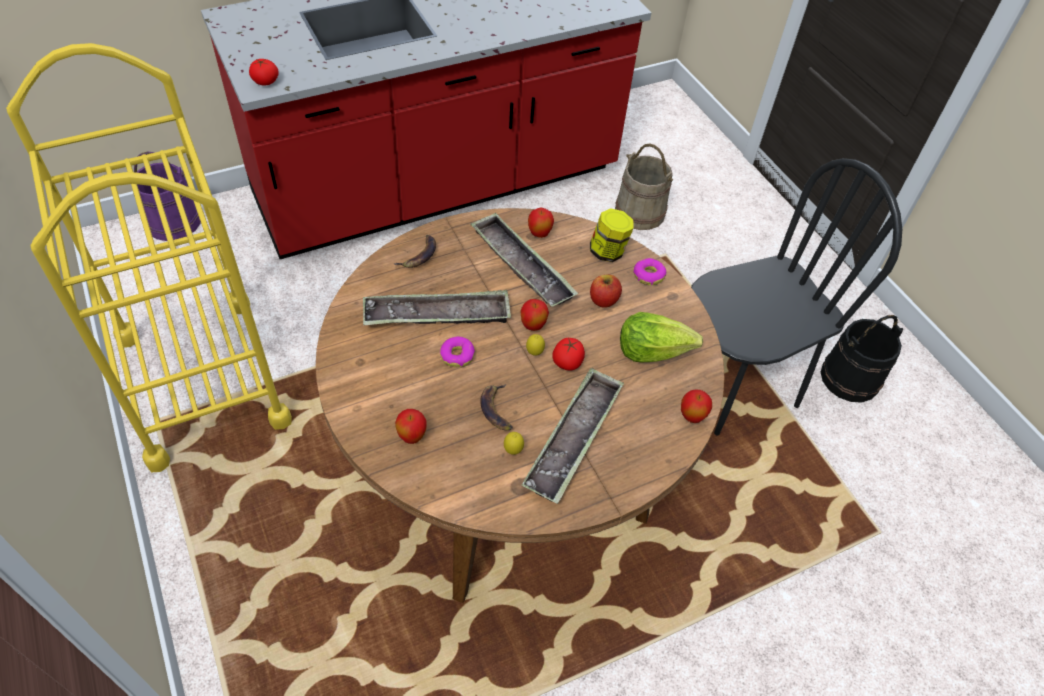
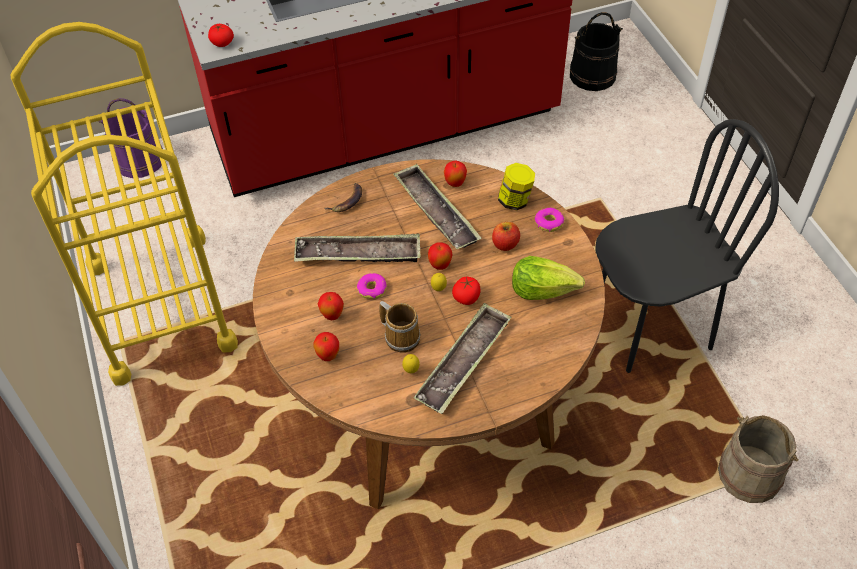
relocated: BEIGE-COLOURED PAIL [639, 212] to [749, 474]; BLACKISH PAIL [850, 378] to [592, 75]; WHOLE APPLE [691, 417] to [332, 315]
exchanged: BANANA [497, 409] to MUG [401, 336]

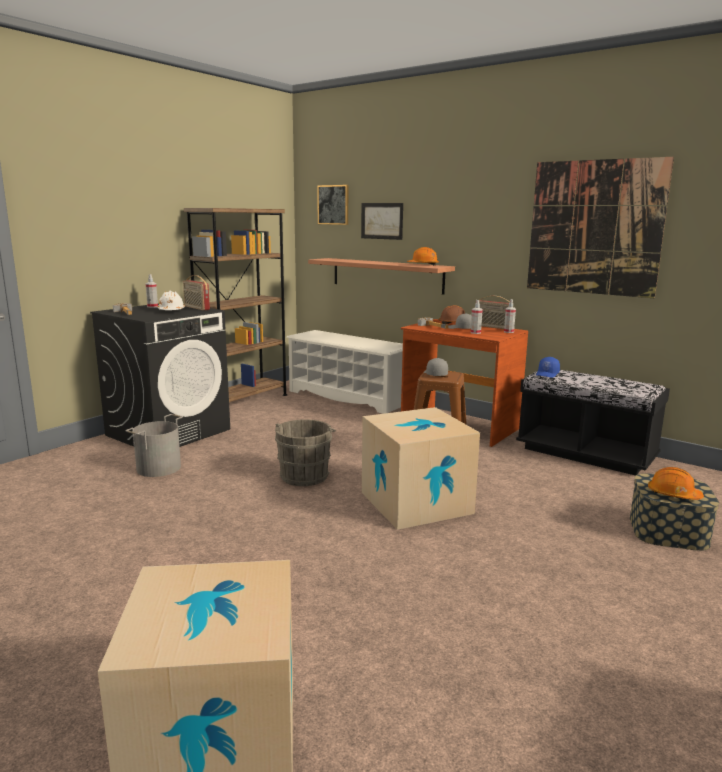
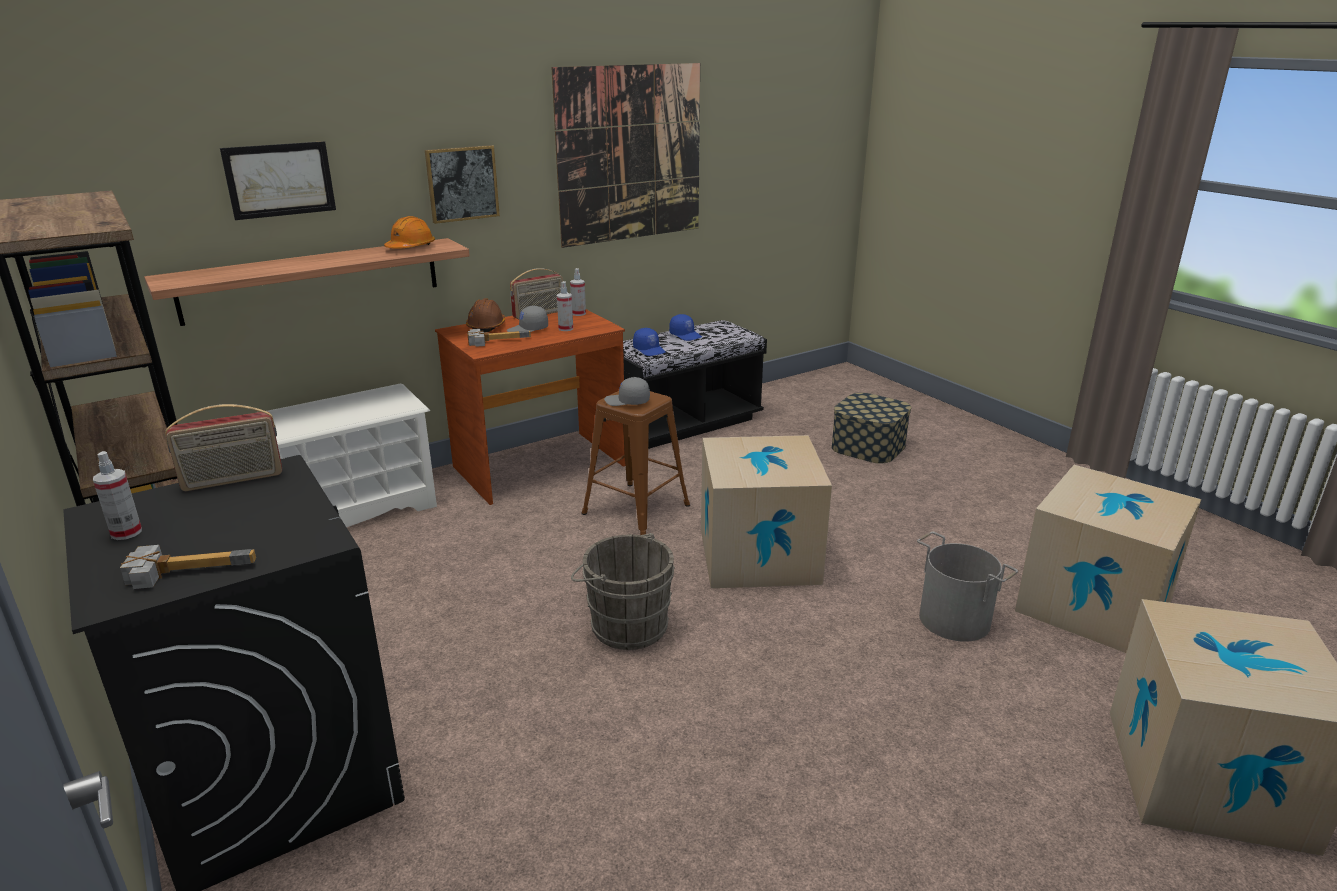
missing: WHITISH WORK HELMET [171, 311]; ORANGE-COLOURED WORK HELMET [673, 494]
appeared: BLUISH BASEBALL CAP [686, 335]; PACKING BOX [1093, 605]
relocated: PICTURE [333, 205] to [462, 183]; GRAY PAIL [158, 468] to [954, 620]

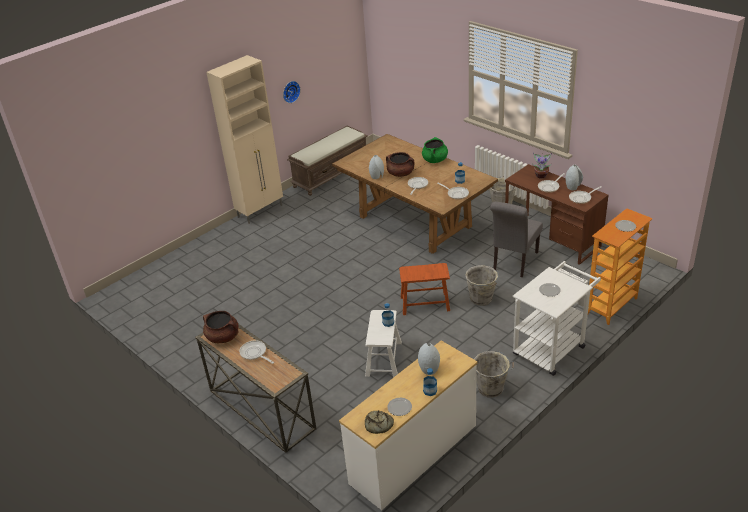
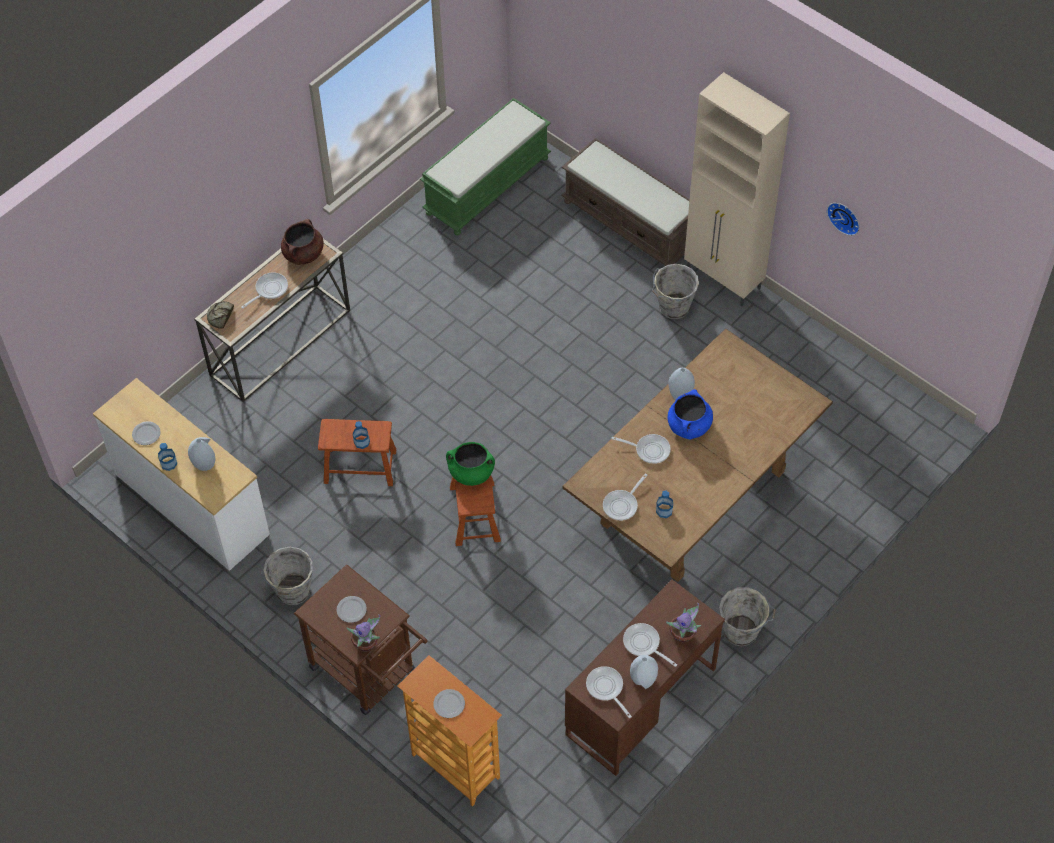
missing: GRAY PLAIN CHAIR [514, 263]
appeared: GREEN BENCH [487, 184]; POTTED PLANT [366, 644]
relocated: BROWN BENCH [331, 174] to [631, 224]; GREEN STOCKPOT [435, 160] to [471, 473]; GRAY PAIL [481, 299] to [673, 307]; BREAD [378, 425] to [220, 316]
colour: BROWN STOCKPOT [400, 173] to BLUISH STOCKPOT [689, 426]; WHITISH WHEELED CART [552, 347] to BROWN WHEELED CART [369, 673]; WHITISH STOOL [383, 359] to BROWN STOOL [360, 466]

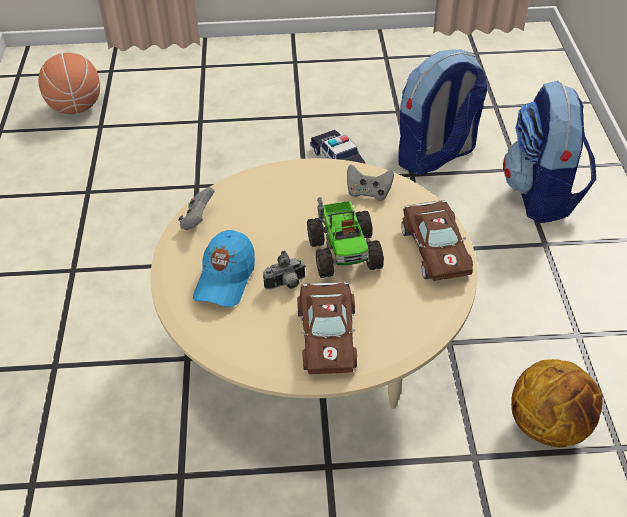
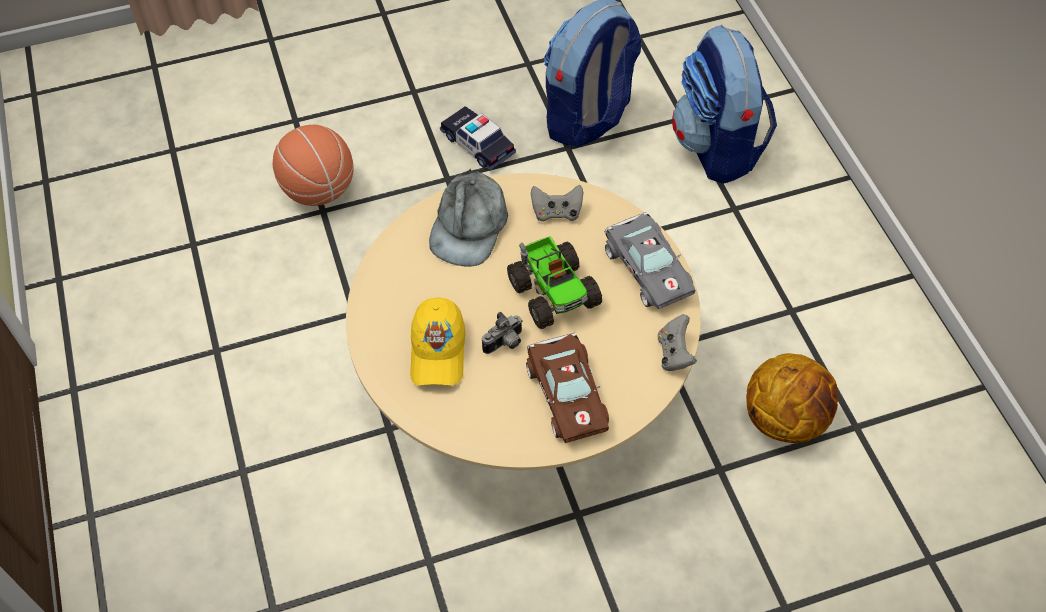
appeared: GRAY BASEBALL CAP [469, 225]
relocated: BALL FOR BASKETBALL [76, 107] to [319, 190]; GRAY GAMEPAD [197, 220] to [674, 353]
colour: BROWN MINIATURE CAR [435, 248] to GRAY MINIATURE CAR [646, 267]; BLUISH BASEBALL CAP [225, 279] to YELLOW BASEBALL CAP [438, 351]

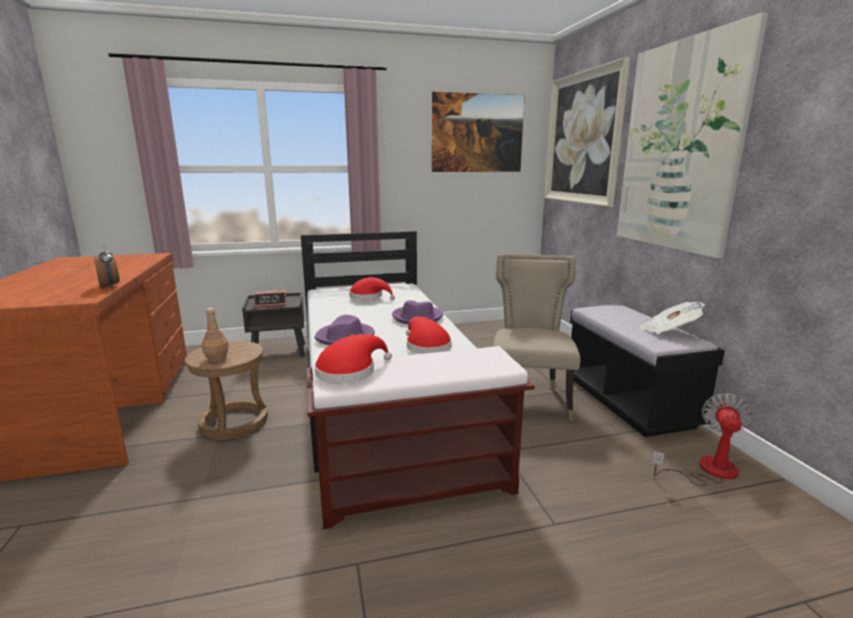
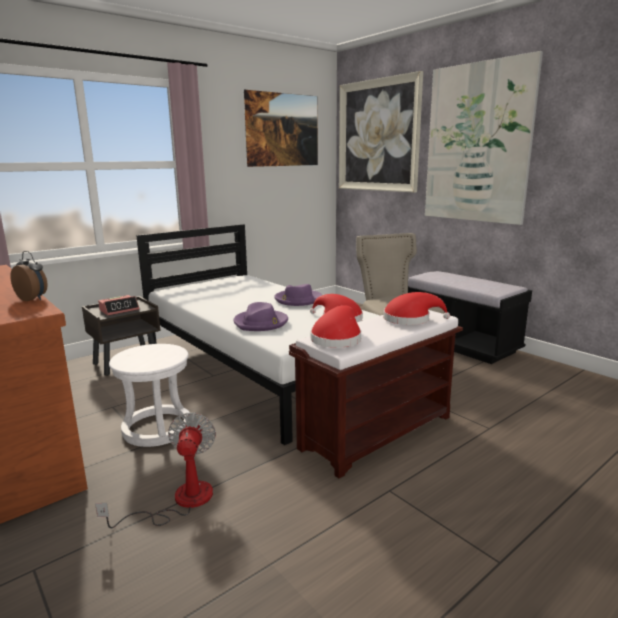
missing: PRINTED PAPER [669, 331]; BROWN DRINK BOTTLE [216, 358]
relocated: REDDISH WEARABLE HAT [369, 297] to [410, 319]; FAN [707, 470] to [180, 501]
colour: BROWN STOOL [234, 422] to WHITISH STOOL [158, 428]

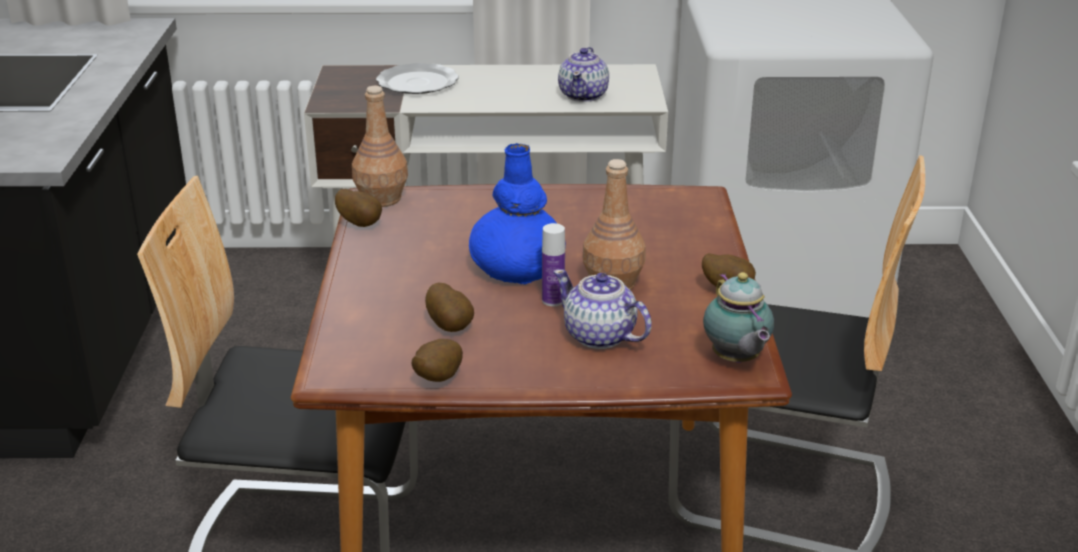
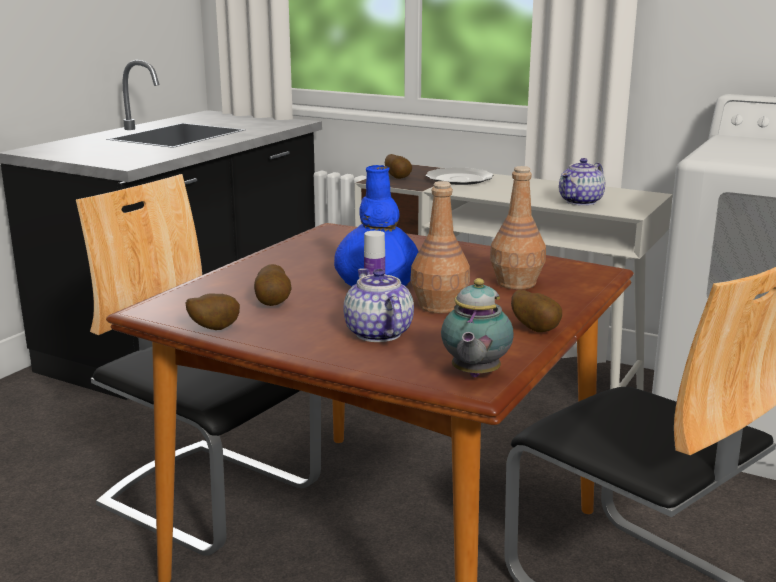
relocated: BROWN DRINK BOTTLE [382, 198] to [517, 283]; SPUD [361, 223] to [398, 178]

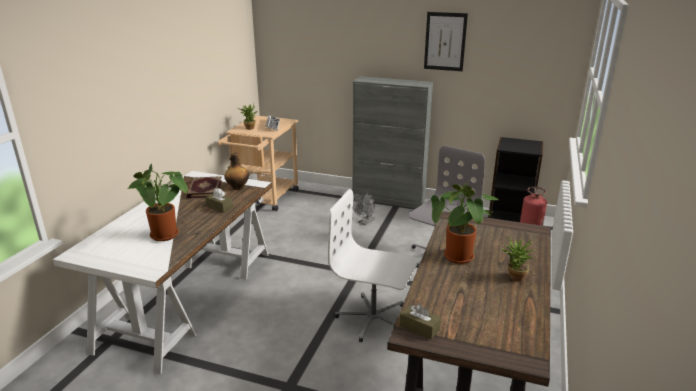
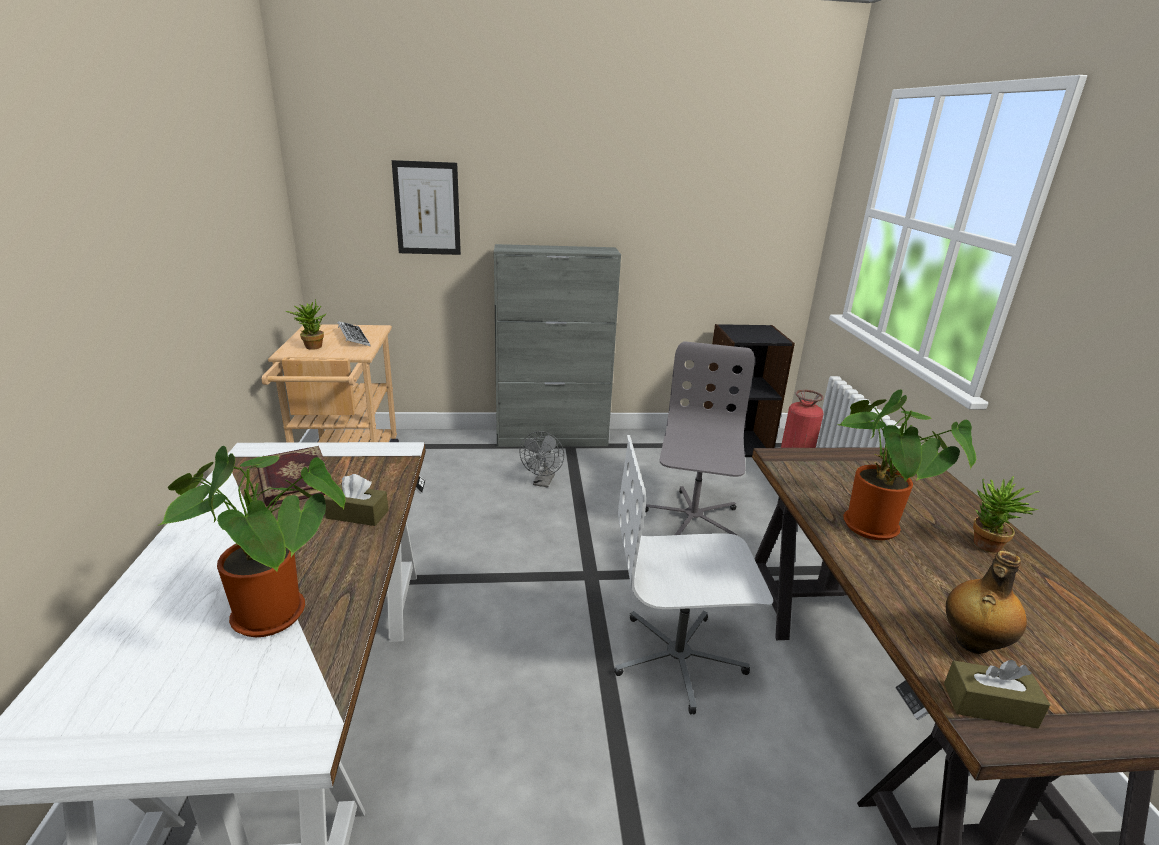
relocated: PICTURE [445, 41] to [427, 208]; DRINK BOTTLE [237, 188] to [971, 643]

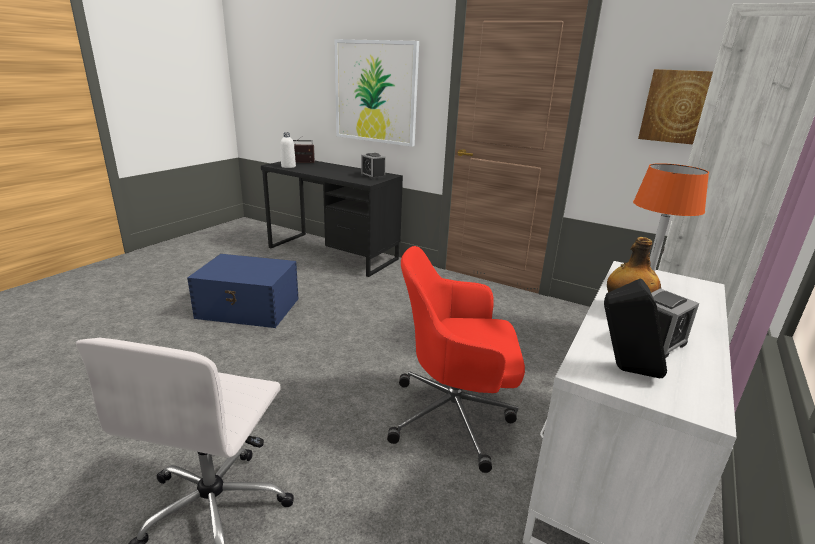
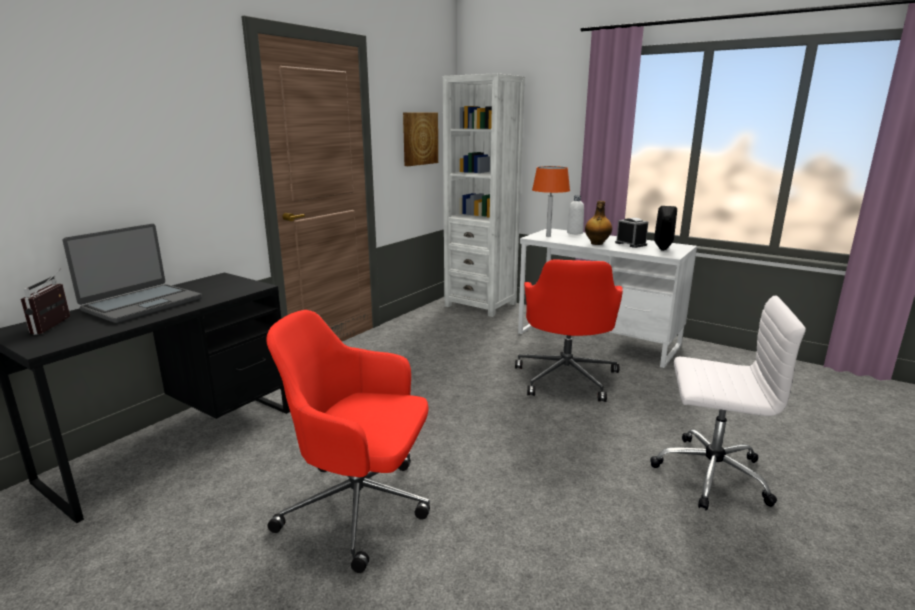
missing: PICTURE [375, 92]; TABLE CLOCK [373, 176]
appeared: PORTABLE COMPUTER [142, 304]
relocated: WHITISH DRINK BOTTLE [288, 166] to [575, 233]
exchanged: BLUISH STORAGE BOX [249, 308] to REDDISH DESK CHAIR [360, 508]

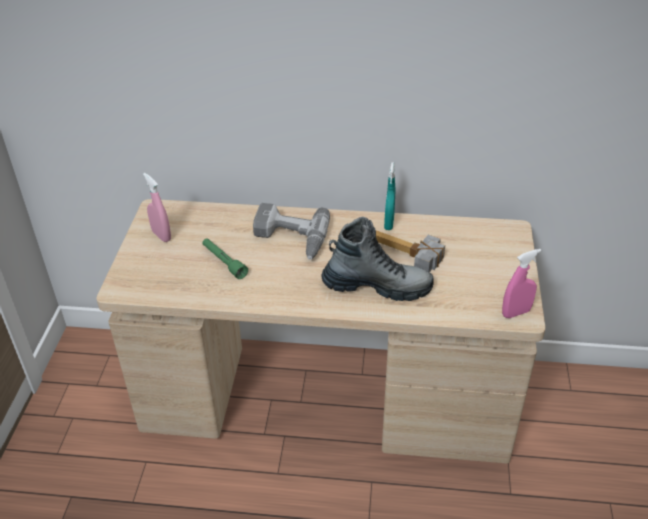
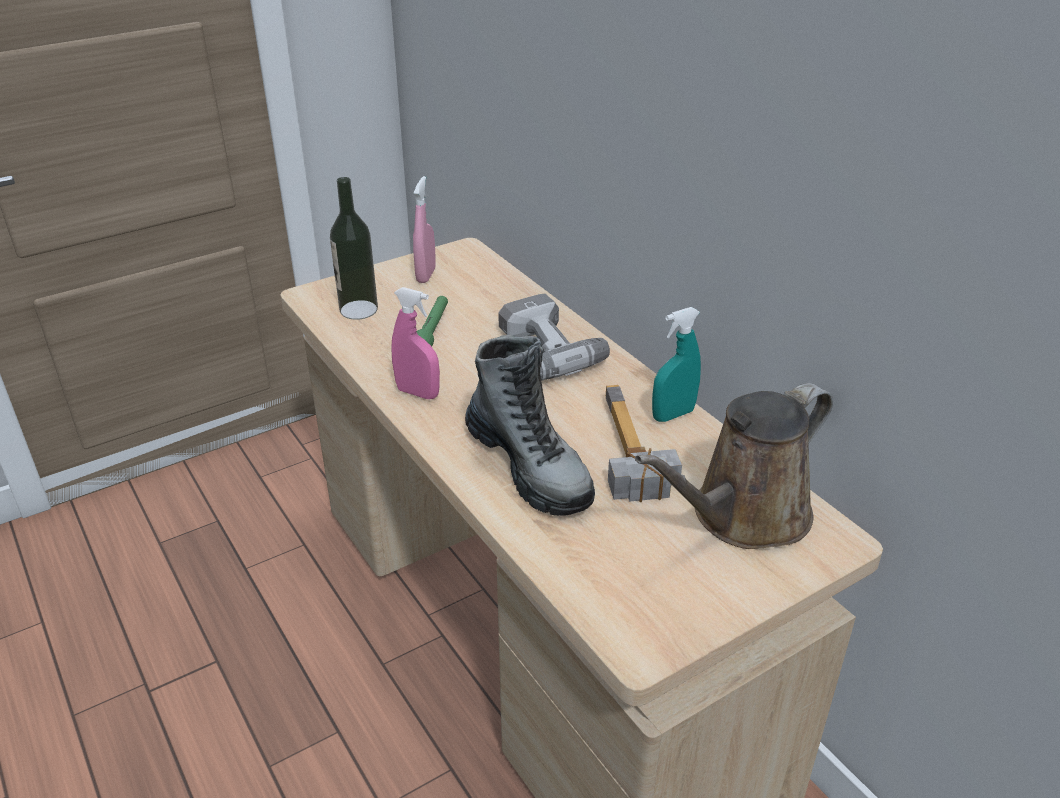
appeared: DRINK BOTTLE [358, 310]; BROWN SPRINKLING CAN [743, 516]
relocated: PINK SPRAYER [516, 313] to [418, 393]

